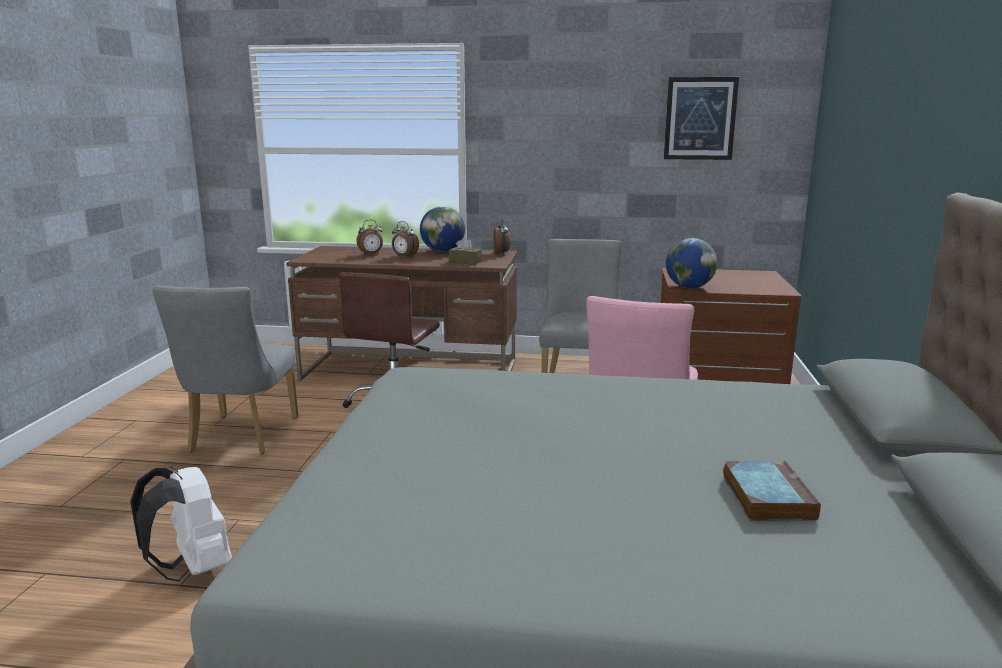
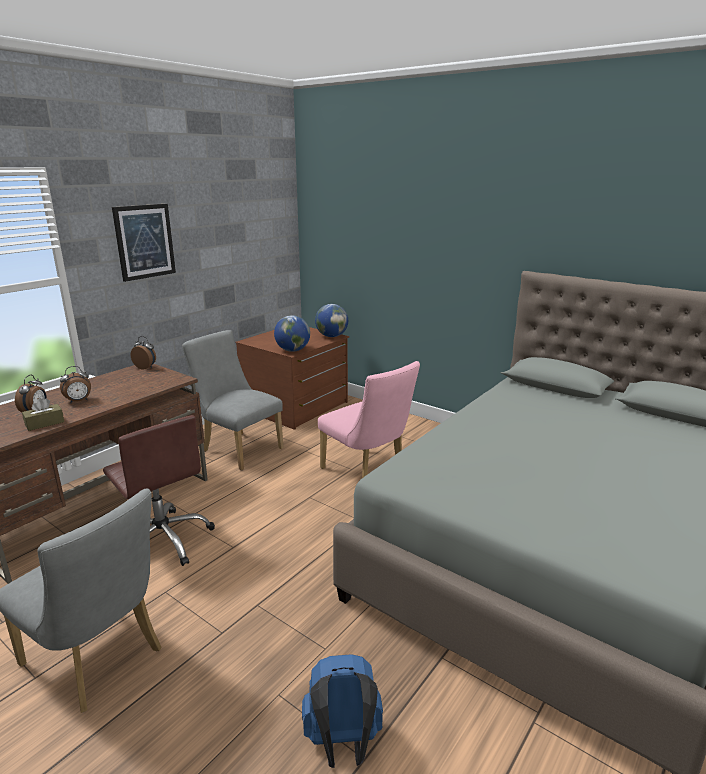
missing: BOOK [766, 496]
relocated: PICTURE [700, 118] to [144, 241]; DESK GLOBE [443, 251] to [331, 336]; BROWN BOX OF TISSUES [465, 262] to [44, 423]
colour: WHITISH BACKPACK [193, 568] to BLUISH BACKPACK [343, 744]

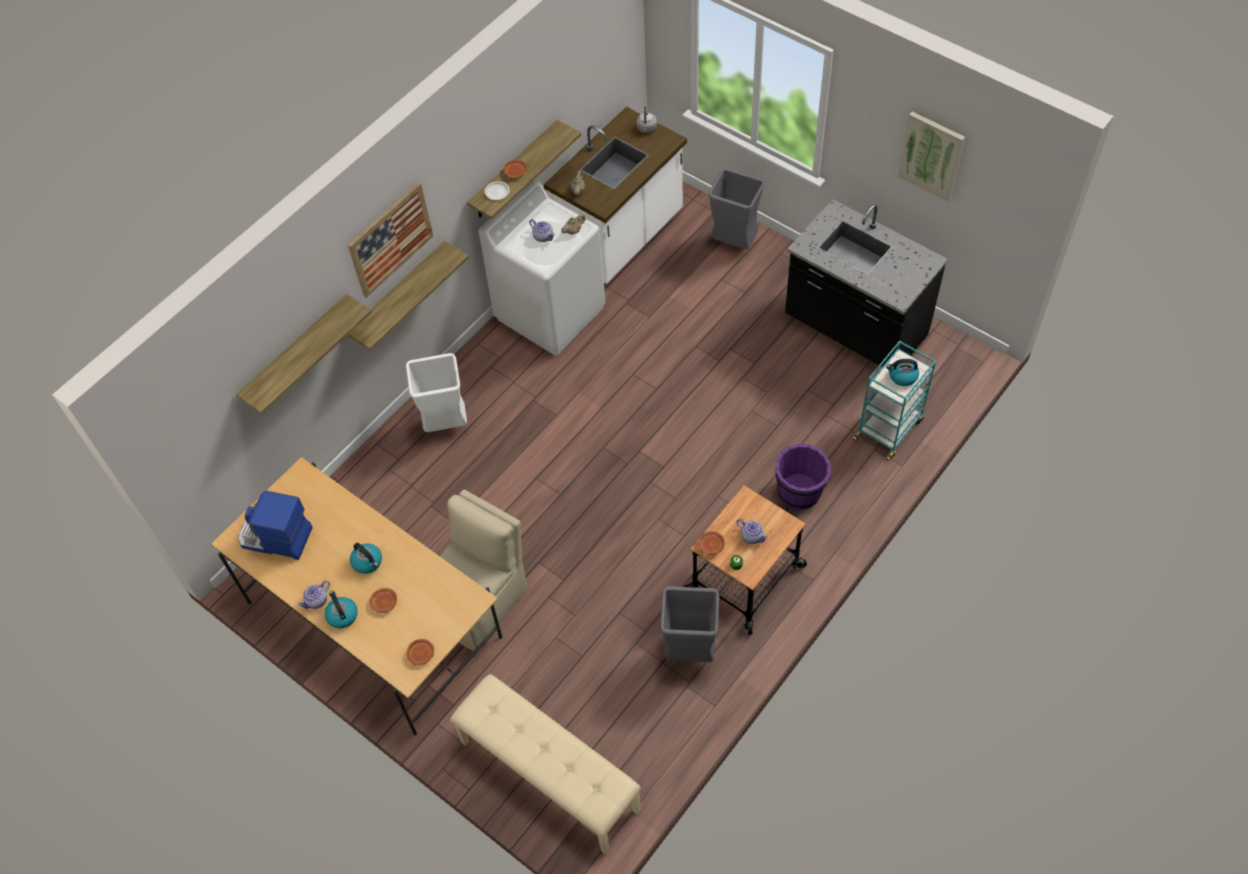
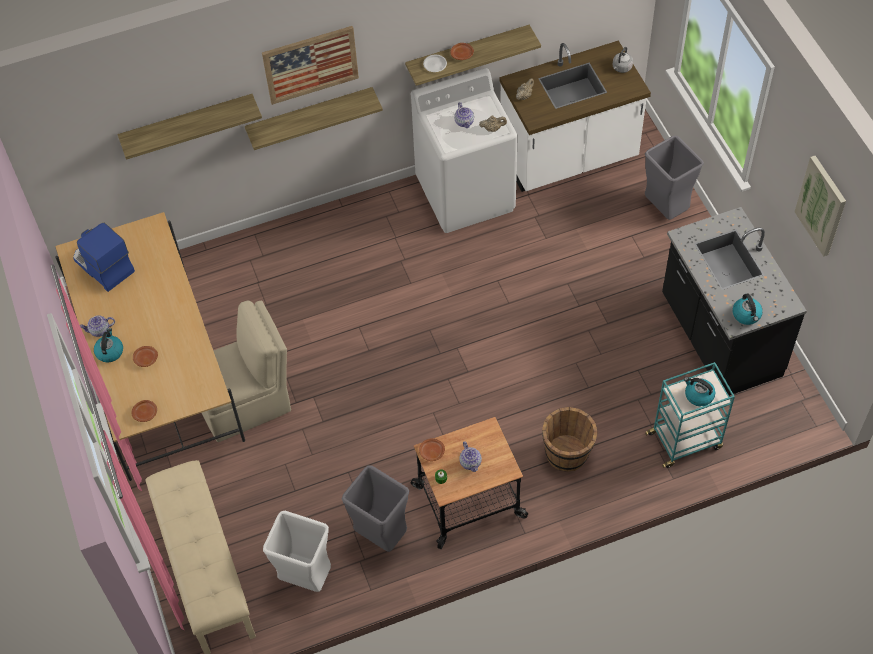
relocated: WHITISH RUBBISH BIN [445, 425] to [305, 578]; TEA KETTLE [368, 562] to [746, 315]
colour: PURPLE-COLOURED PAIL [799, 492] to BROWN PAIL [567, 453]

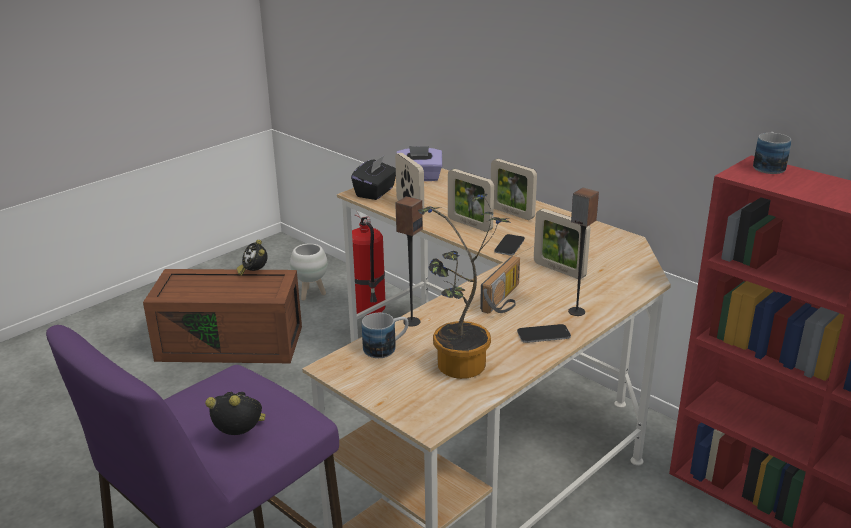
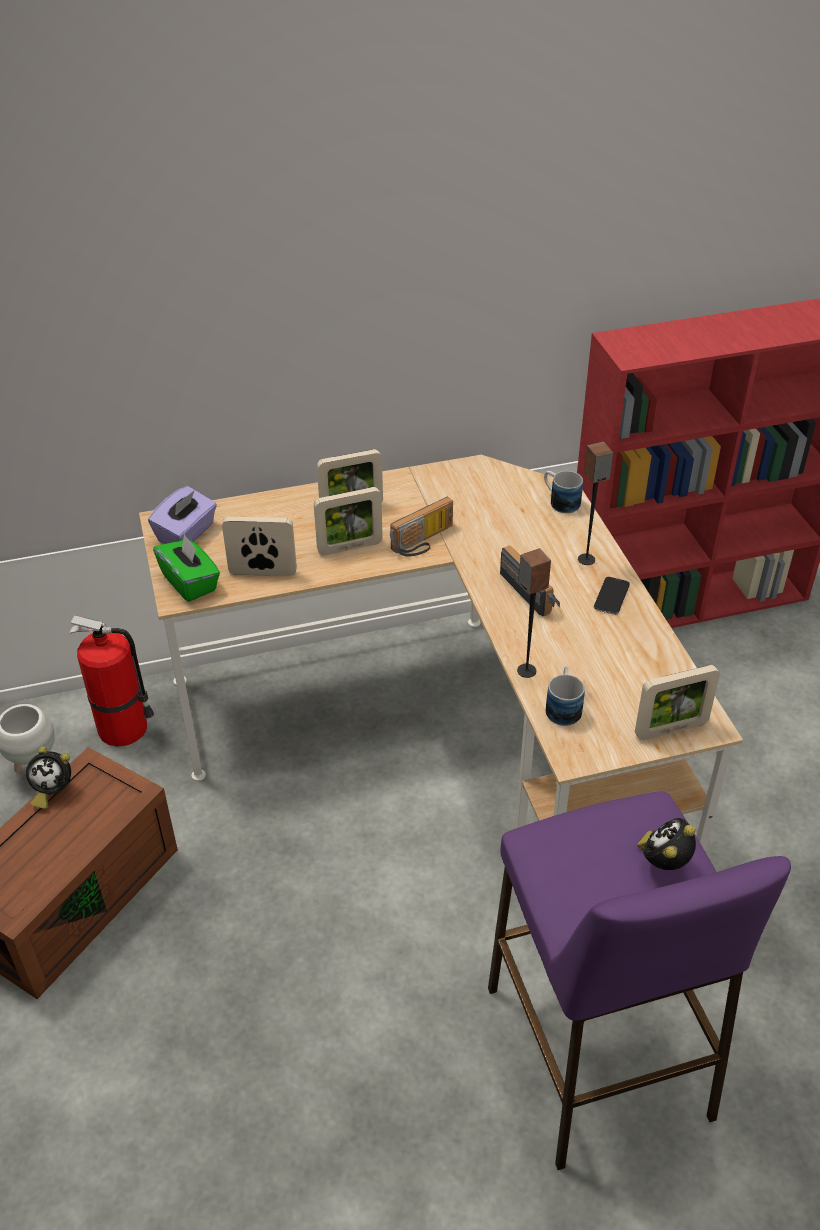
missing: POTTED PLANT [459, 369]
relocated: MUG [768, 166] to [560, 501]; STANDING FRAME [559, 270] to [671, 729]
exchanged: TELEPHONE [509, 246] to RADIO [424, 542]
colour: BLACKISH BOX OF TISSUES [375, 192] to GREEN BOX OF TISSUES [190, 583]

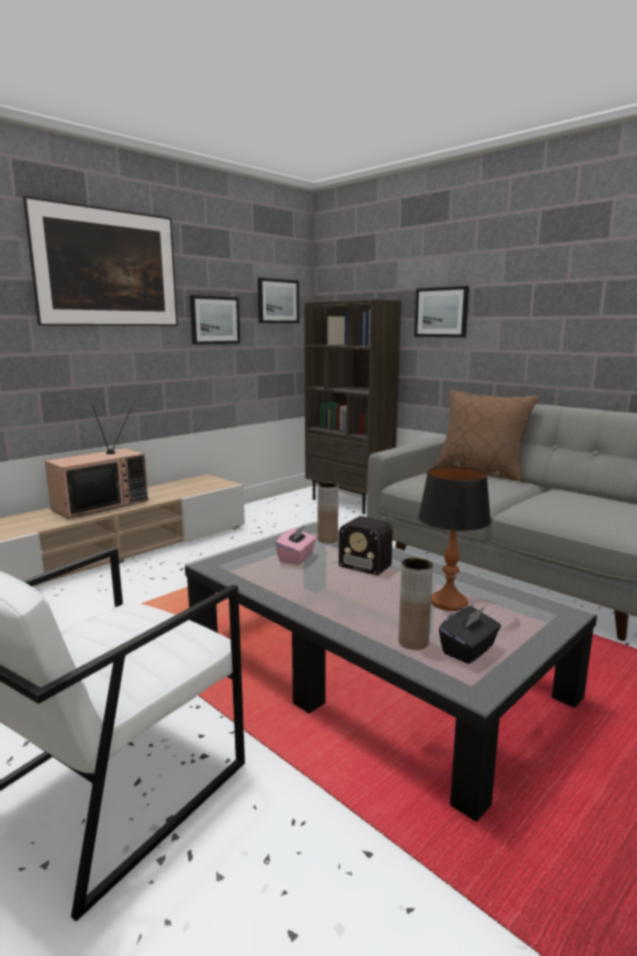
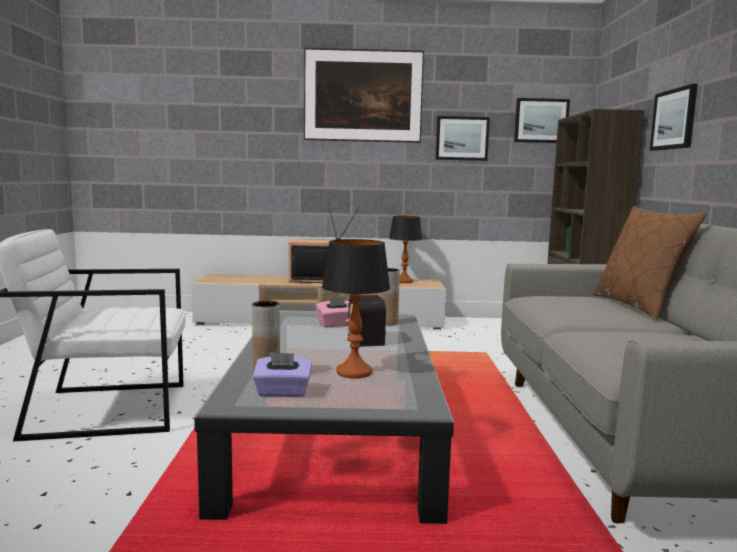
appeared: LAMP FOR A TABLE [404, 281]
colour: BLACKISH BOX OF TISSUES [469, 650] to PURPLE-COLOURED BOX OF TISSUES [282, 392]

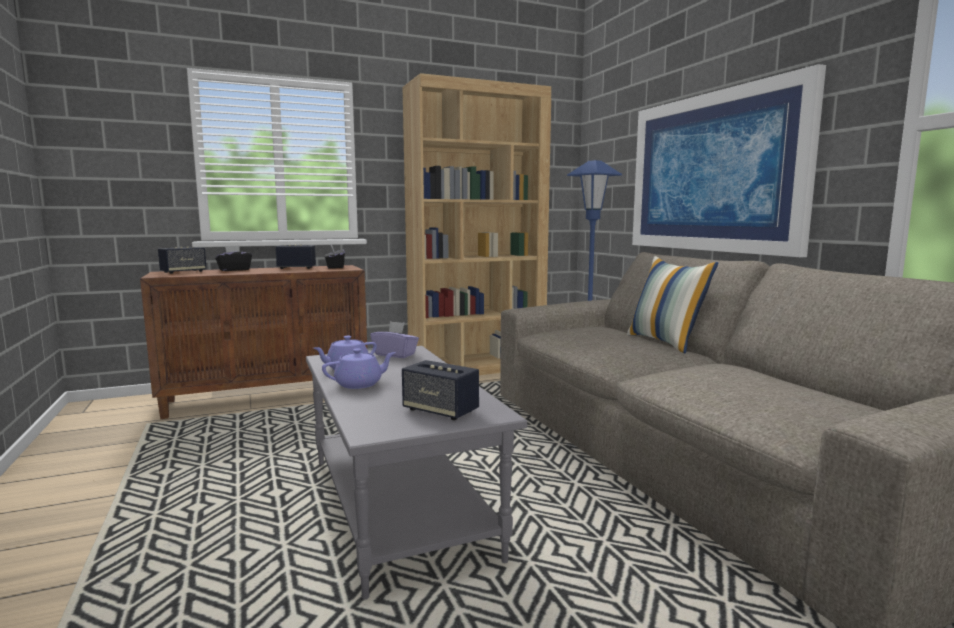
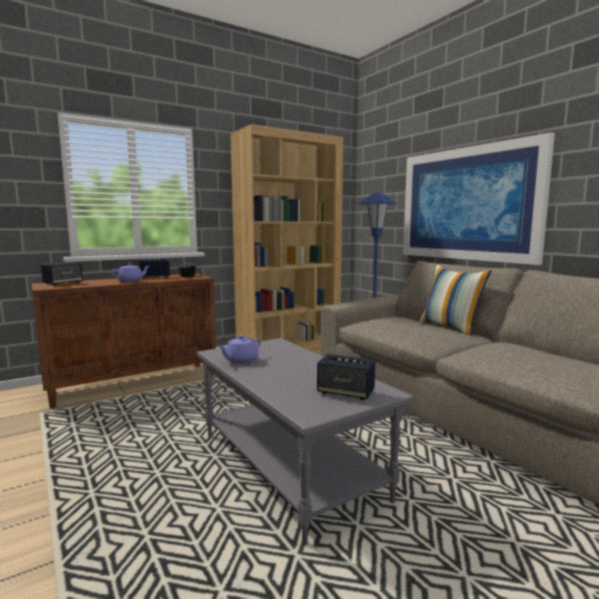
missing: BLACKISH BOX OF TISSUES [234, 270]; PURPLE-COLOURED BOX OF TISSUES [395, 354]
relocated: PURPLE-COLOURED TEA POT [360, 384] to [131, 281]

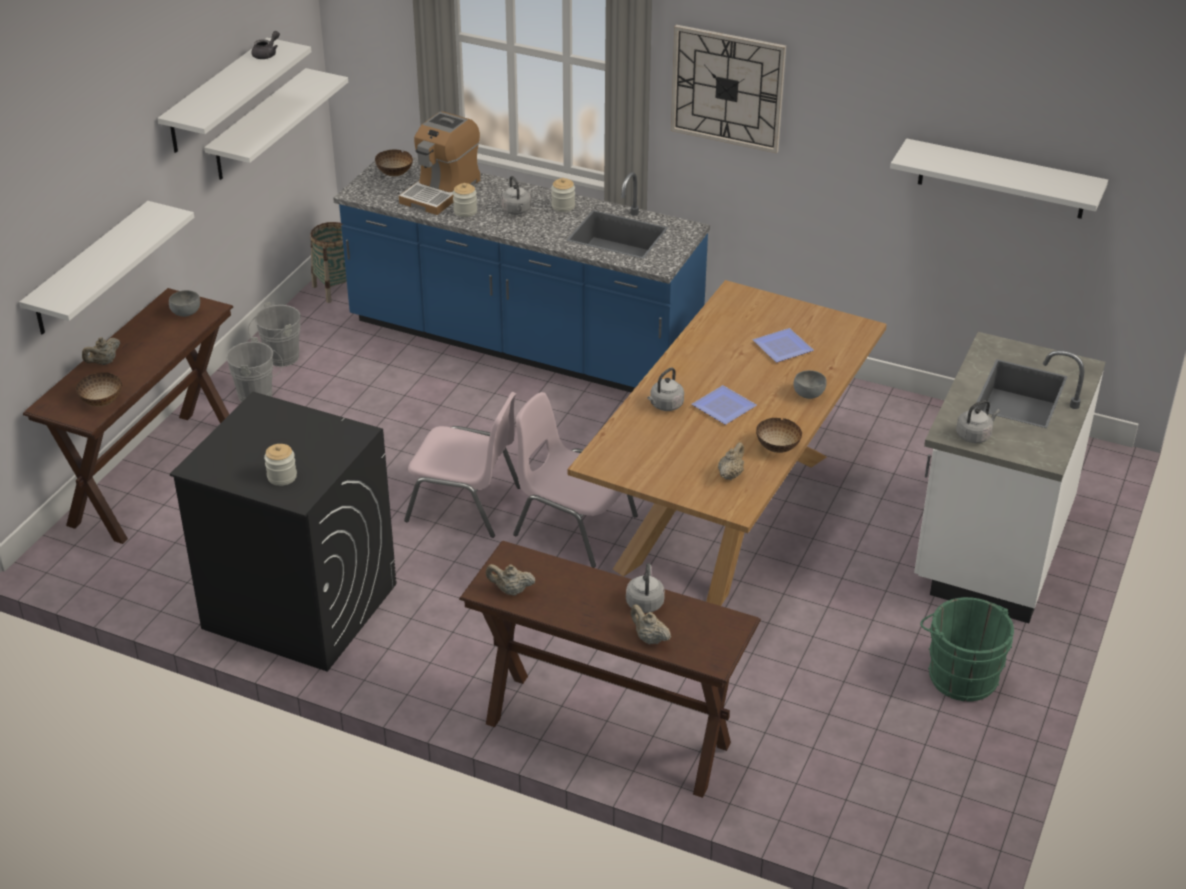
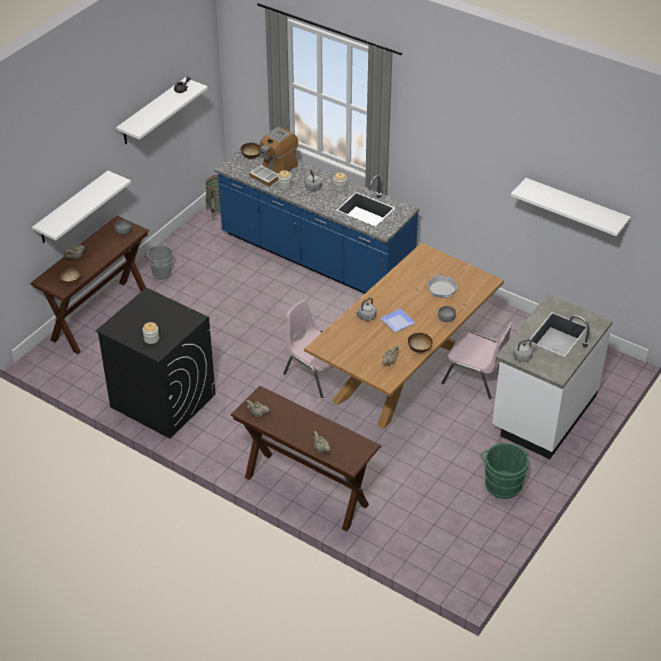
missing: WALL CLOCK [727, 88]; WHITISH BRACKET SHELF [259, 125]; GRAY PAIL [279, 358]; GRAY TEA KETTLE [645, 602]
relocated: PINK PLAIN CHAIR [465, 504] to [476, 377]
exchanged: DINNER PLATE [785, 348] to PAN [442, 289]

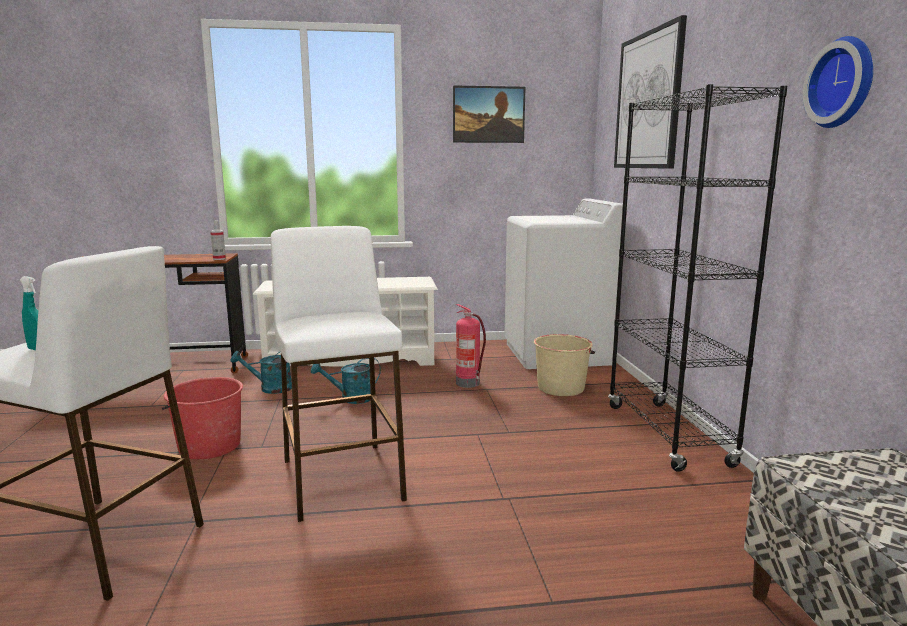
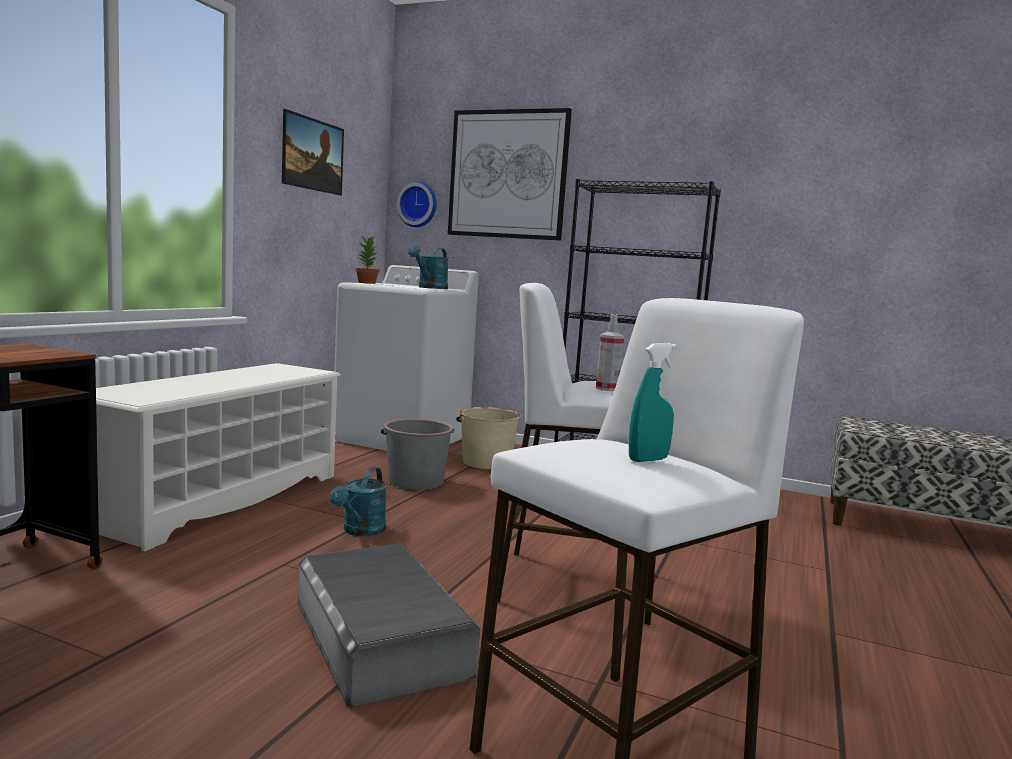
appeared: POTTED PLANT [367, 283]
relocated: WALL CLOCK [844, 83] to [418, 204]; SPRAYER [219, 259] to [607, 389]; TURQUOISE-COLOURED SPRINKLING CAN [270, 388] to [430, 288]
exchanged: FIRE-FIGHTING CYLINDER [469, 383] to GRAY PAIL [415, 481]; REDDISH PAIL [209, 446] to GRAY STORAGE BOX [379, 637]

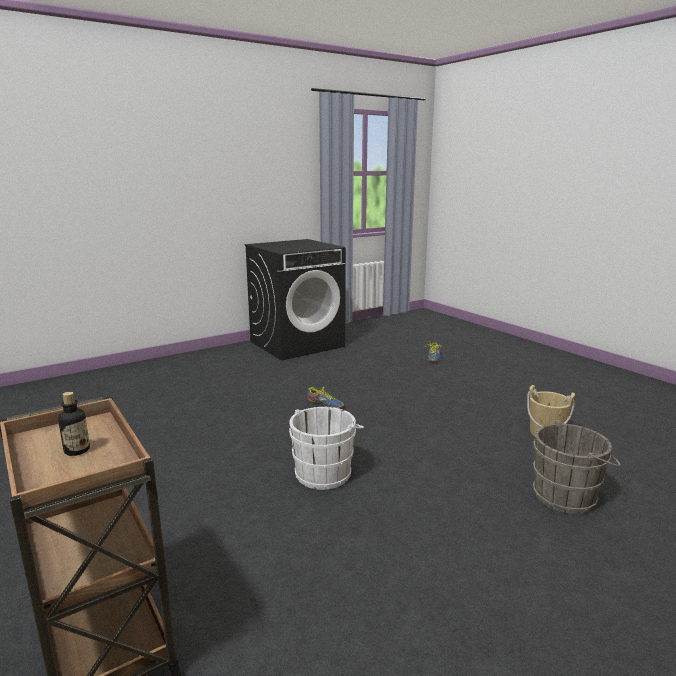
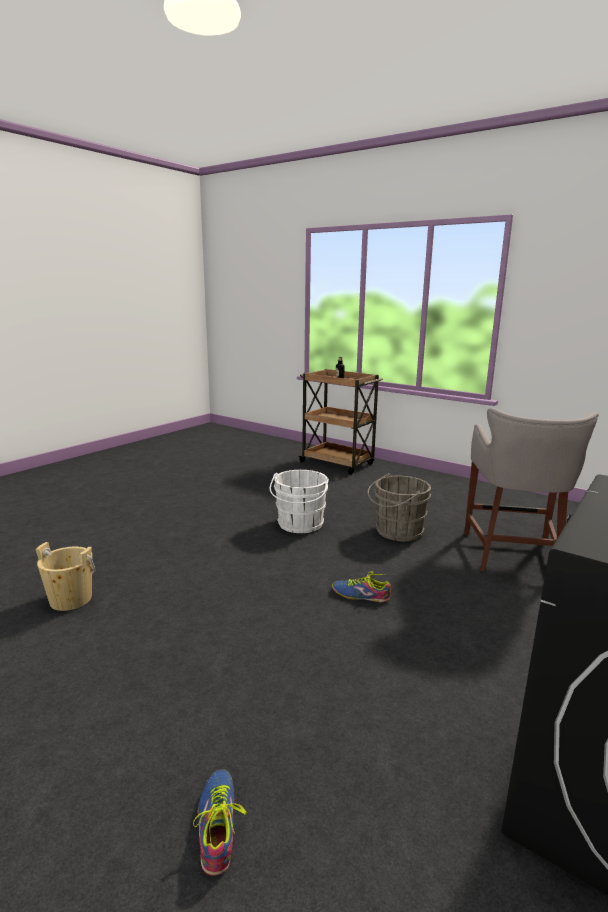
appeared: GRAY STOOL [513, 555]
relocated: GRAY PAIL [568, 496] to [396, 531]

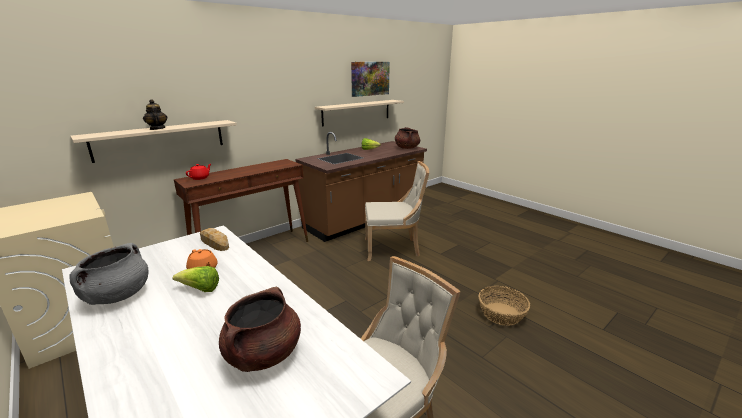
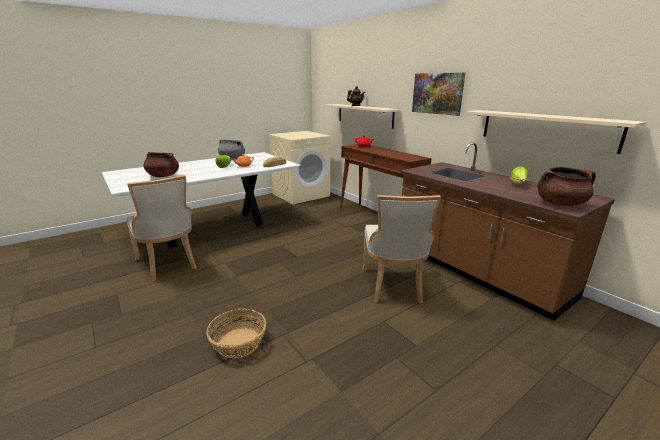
relocated: PICTURE [370, 78] to [437, 93]

